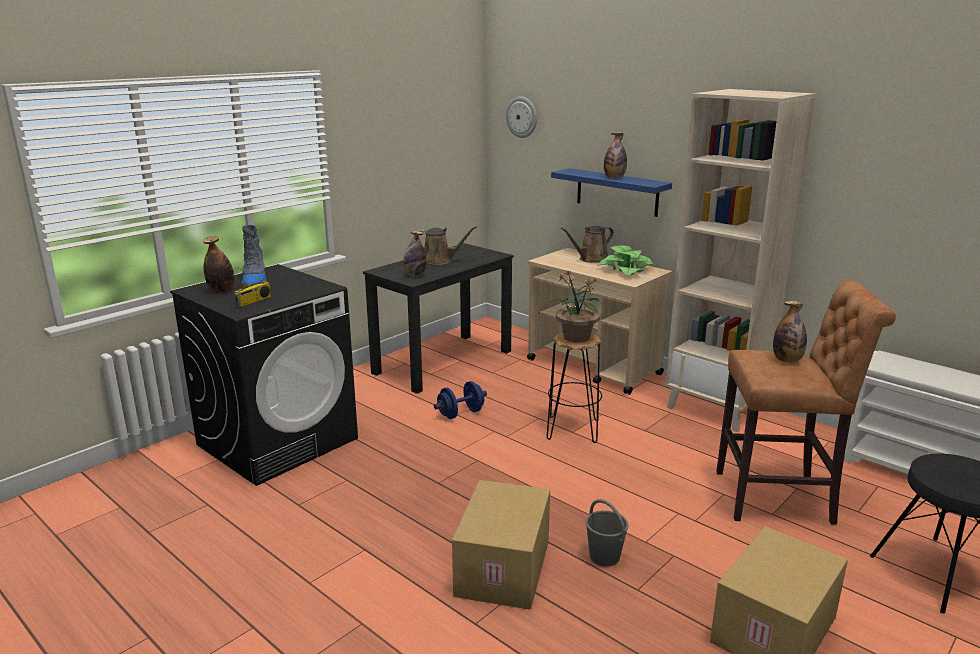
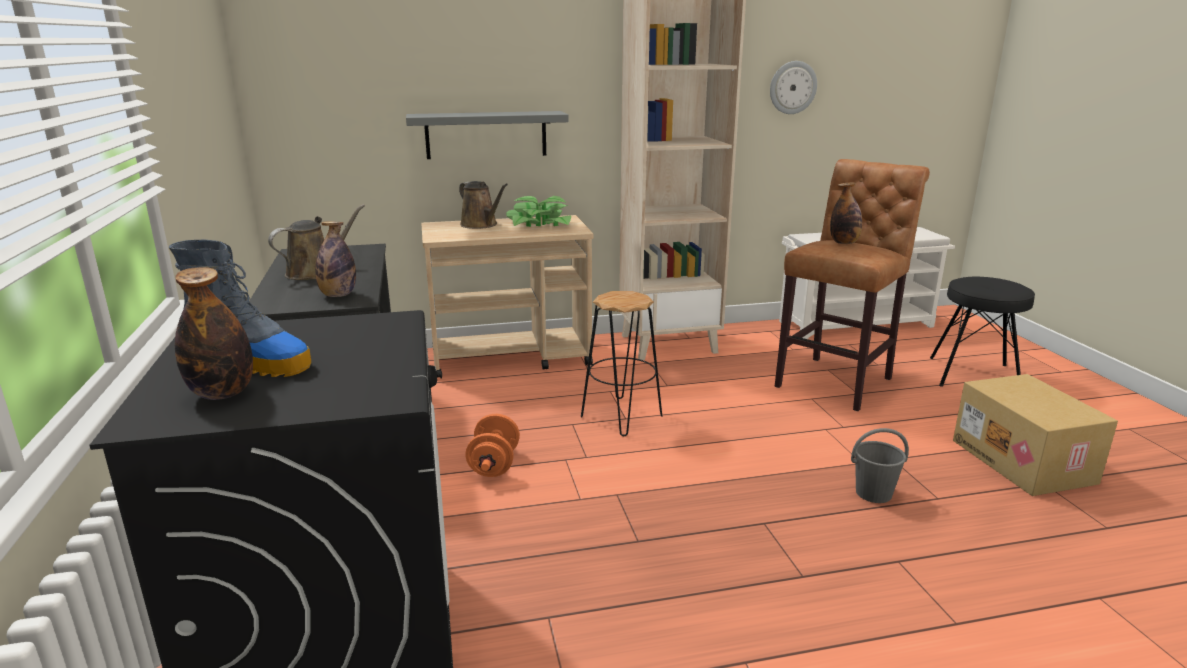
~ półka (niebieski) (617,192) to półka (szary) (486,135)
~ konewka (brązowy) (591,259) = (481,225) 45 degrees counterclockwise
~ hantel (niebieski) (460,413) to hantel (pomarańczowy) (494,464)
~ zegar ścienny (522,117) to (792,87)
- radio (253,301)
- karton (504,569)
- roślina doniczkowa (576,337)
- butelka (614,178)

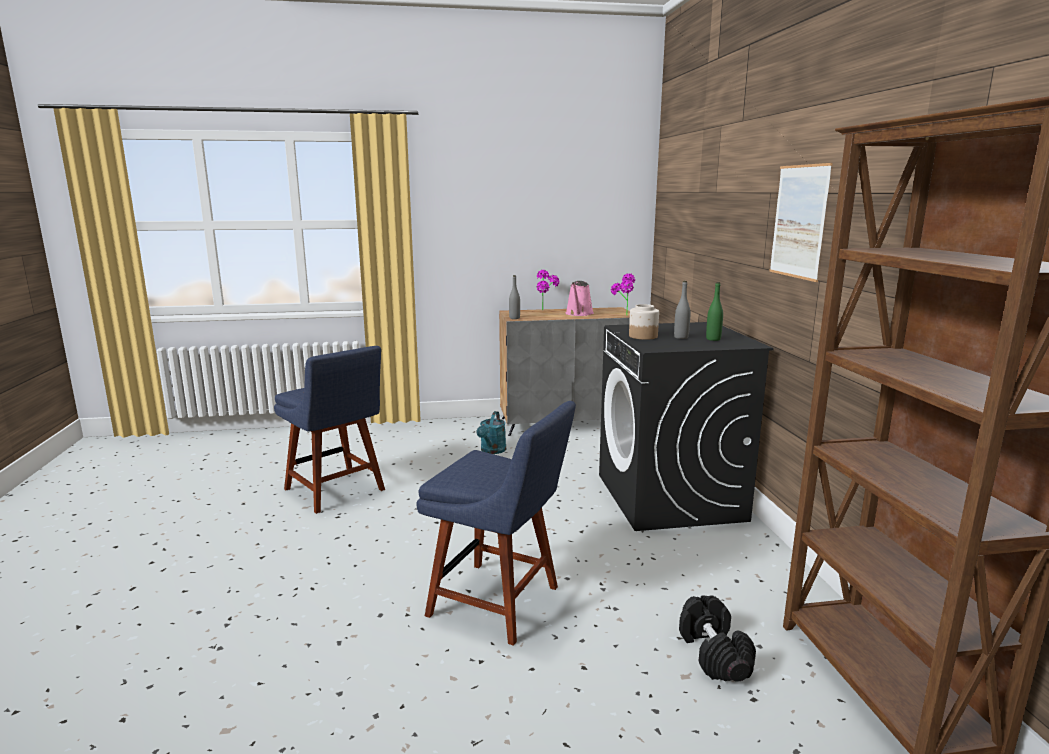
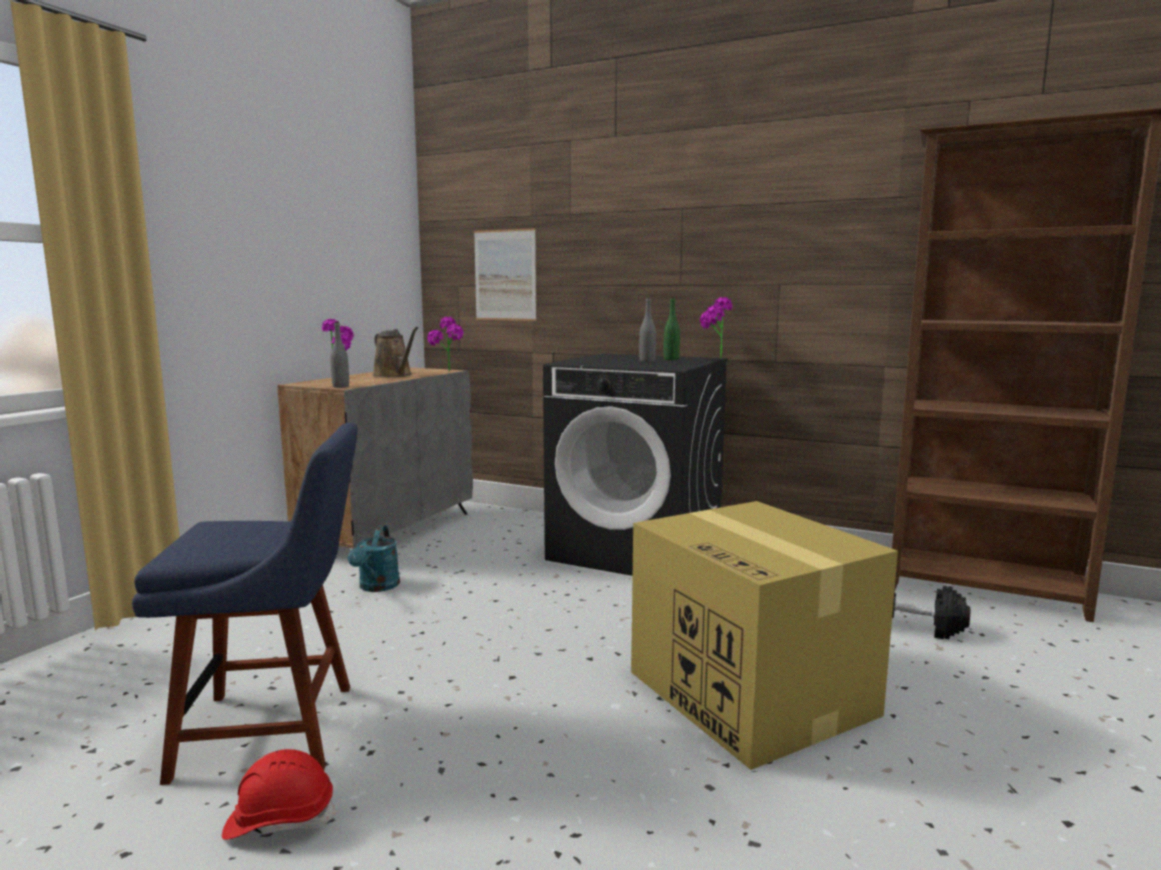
+ kask (czerwony) (280,820)
~ konewka (turkusowy) (492,451) = (377,587) 45 degrees clockwise
~ konewka (różowy) (579,314) to konewka (brązowy) (394,375)
~ obraz (799,221) to (505,275)
~ krzesło (niebieski) (500,603) to karton (753,694)
+ roślina doniczkowa (713,358)
- słoik (642,336)

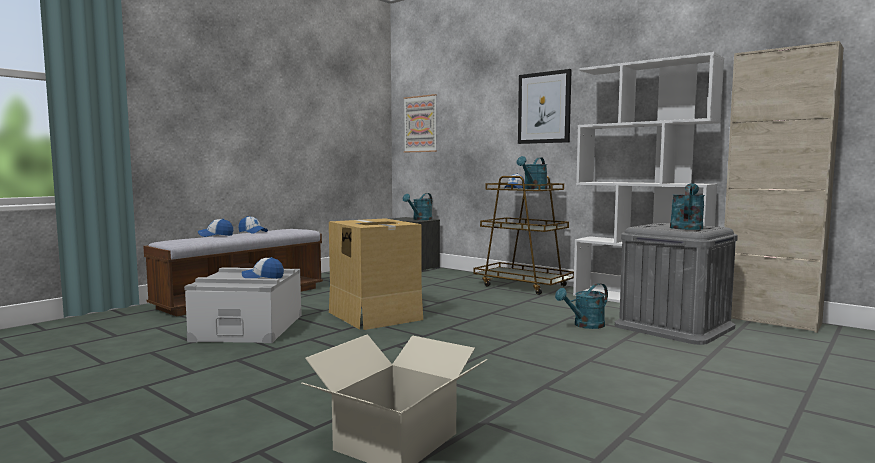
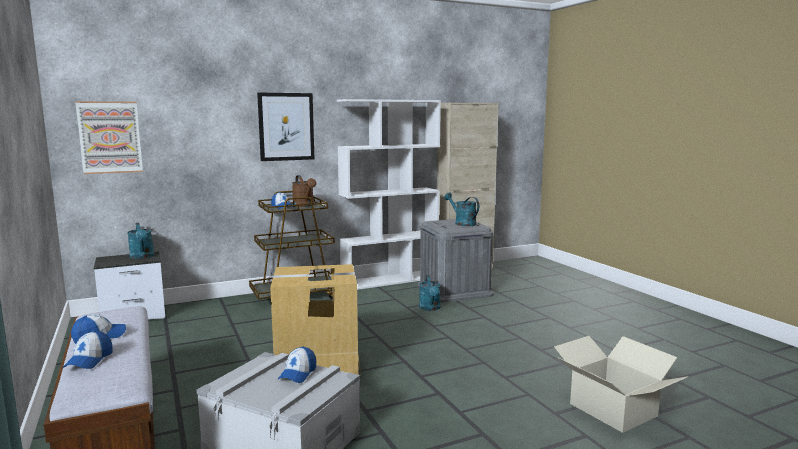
~ konewka (turkusowy) (533,189) to konewka (brązowy) (305,205)

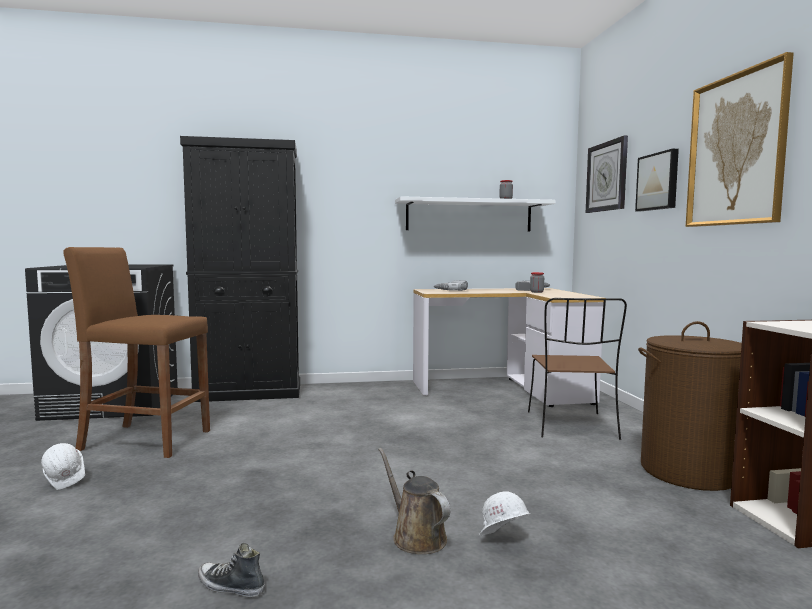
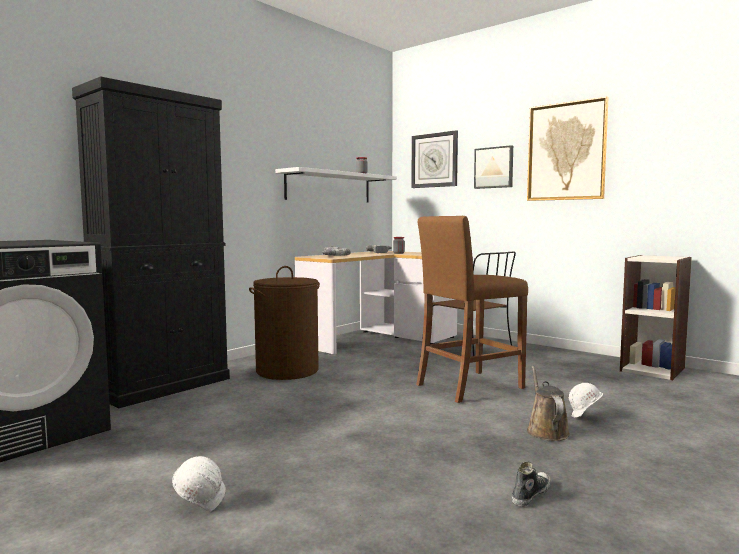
~ kosz na pranie (brązowy) (688,471) to (287,371)
~ stołek (brązowy) (145,440) to (469,386)
~ but (230,586) = (530,494) 150 degrees clockwise
~ konewka (brązowy) (416,536) = (546,431) 75 degrees clockwise

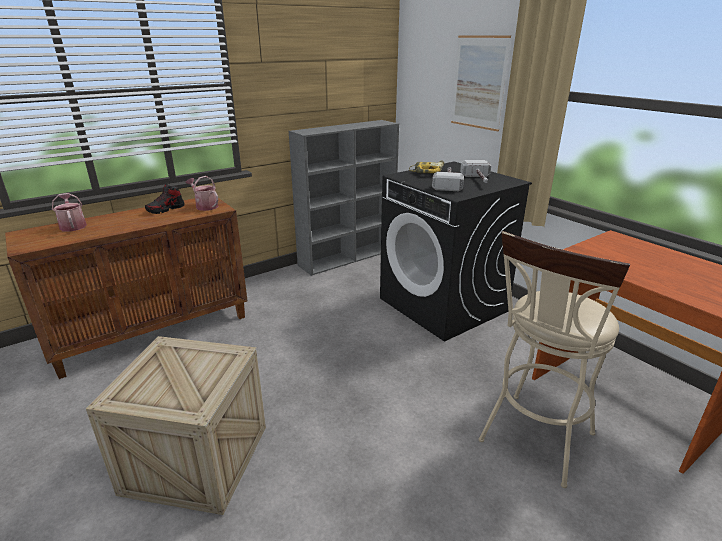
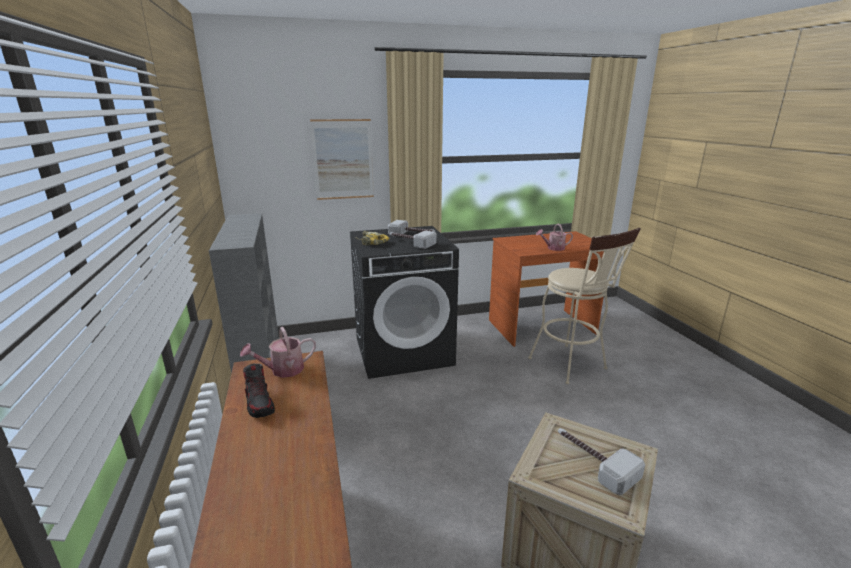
~ konewka (73,225) to (553,248)
+ młotek (592,461)

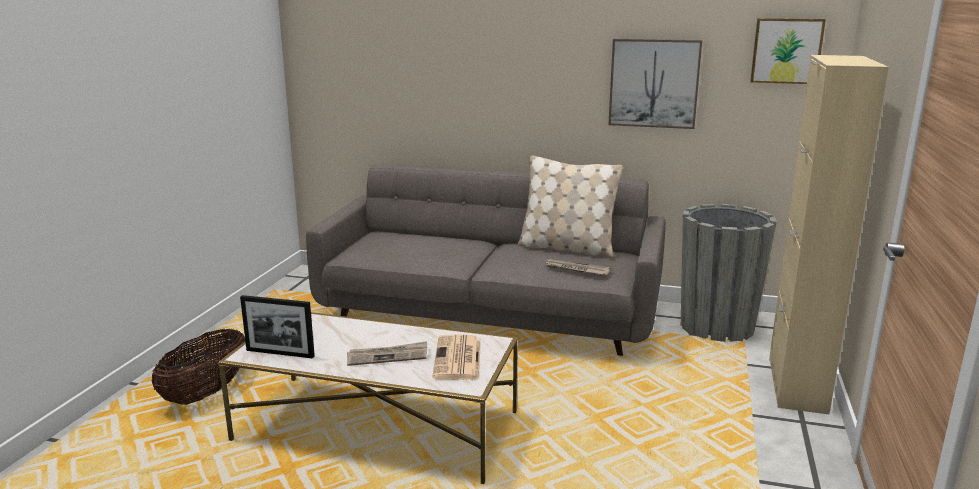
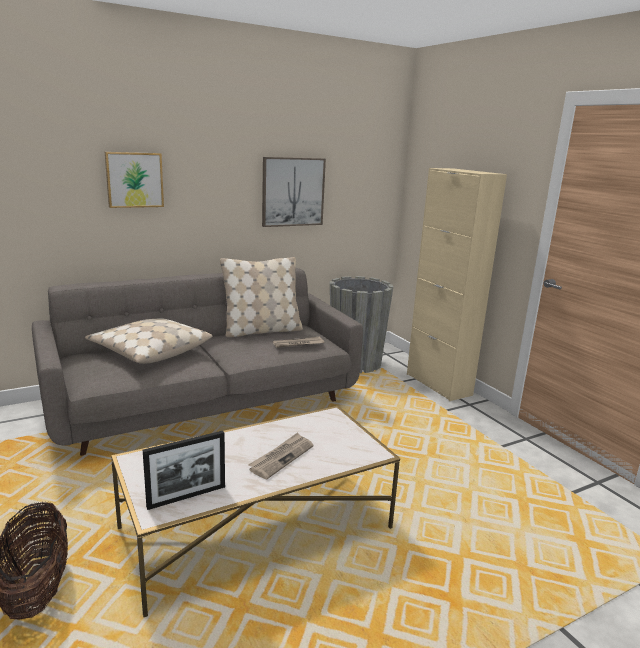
+ poduszka (beżowy) (149,350)
~ obraz (786,50) to (134,179)
- gazeta (458,359)

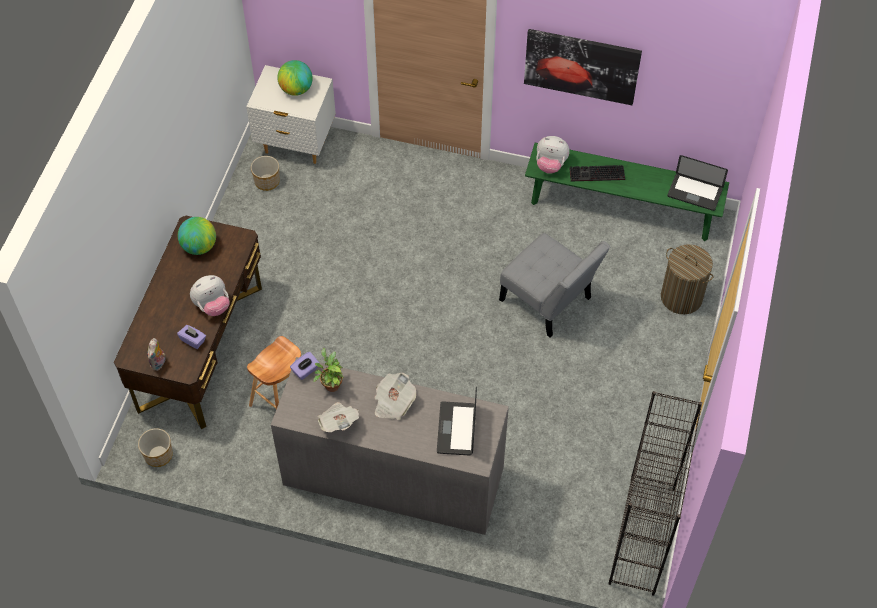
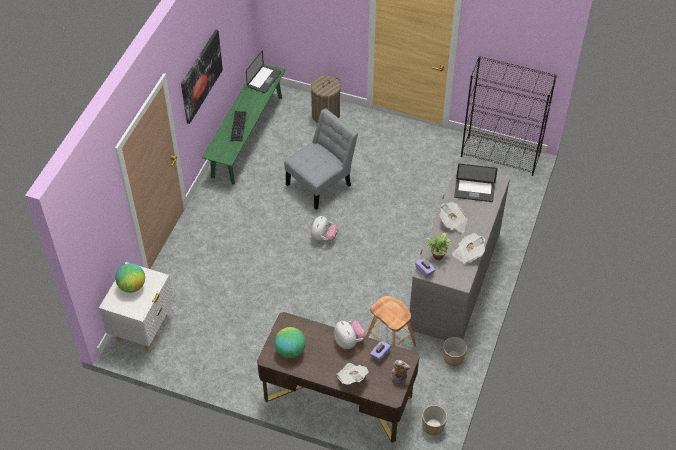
~ pluszak (550,165) to (323,237)
+ gazeta (352,377)
~ donica (267,181) to (453,357)

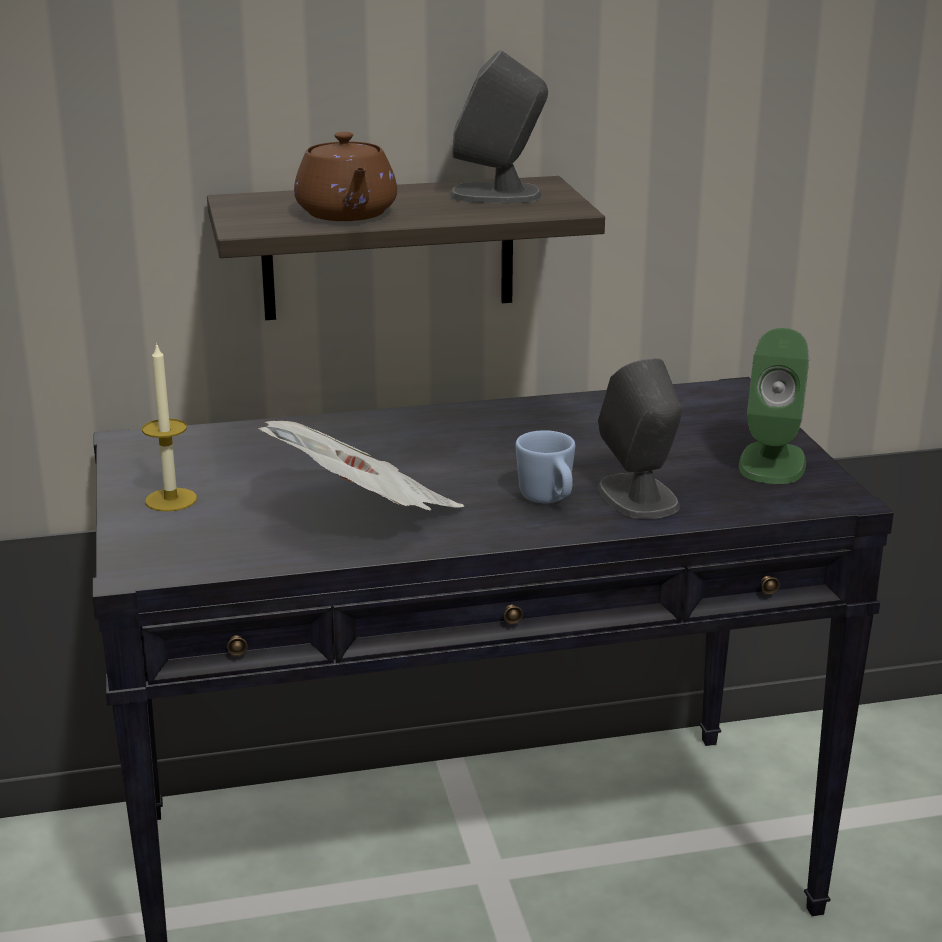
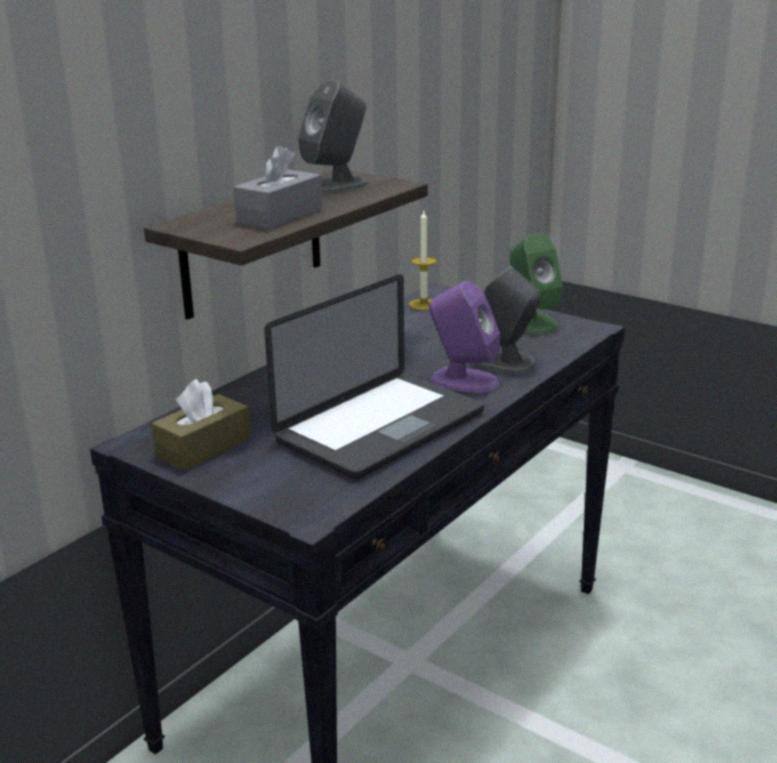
+ pudełko chusteczek (brązowy) (203,448)
~ imbryk (brązowy) (347,214) to pudełko chusteczek (szary) (279,216)
~ gazeta (365,514) to laptop (381,427)
~ świeca (171,500) to (423,304)
~ kubek (niebieski) (549,500) to głośnik (fioletowy) (463,380)

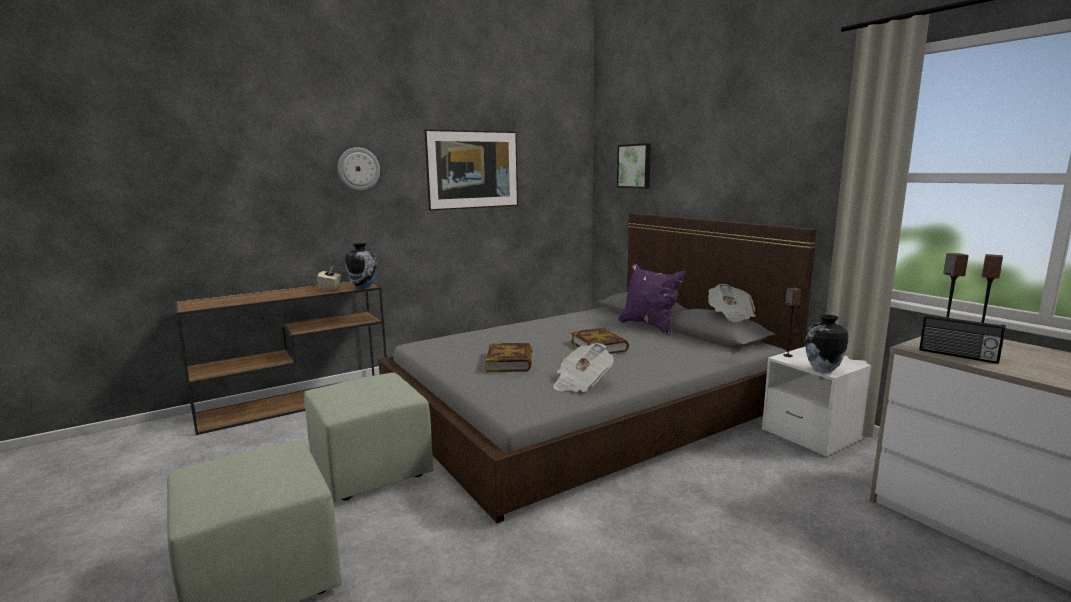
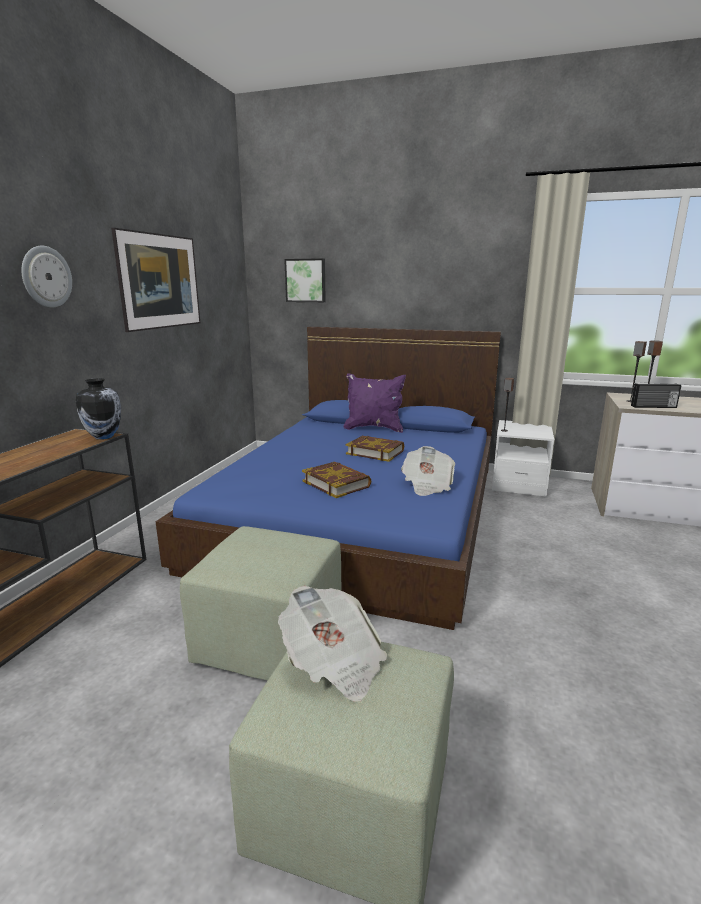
~ łóżko (szary) (587,407) to łóżko (niebieski) (361,512)
~ gazeta (730,315) to (334,663)
- pudełko chusteczek (beżowy) (330,288)
- wazon (822,370)

